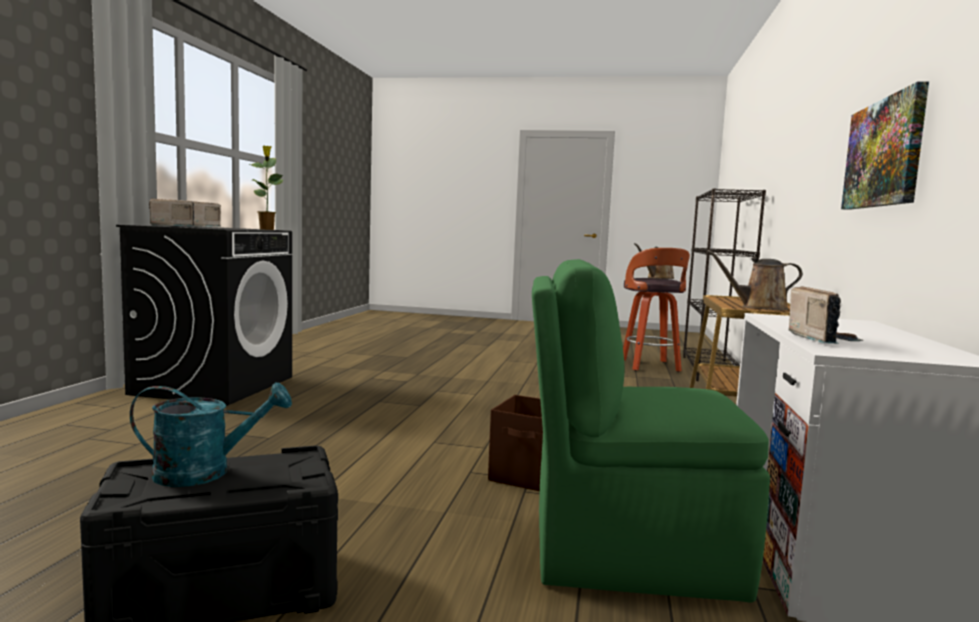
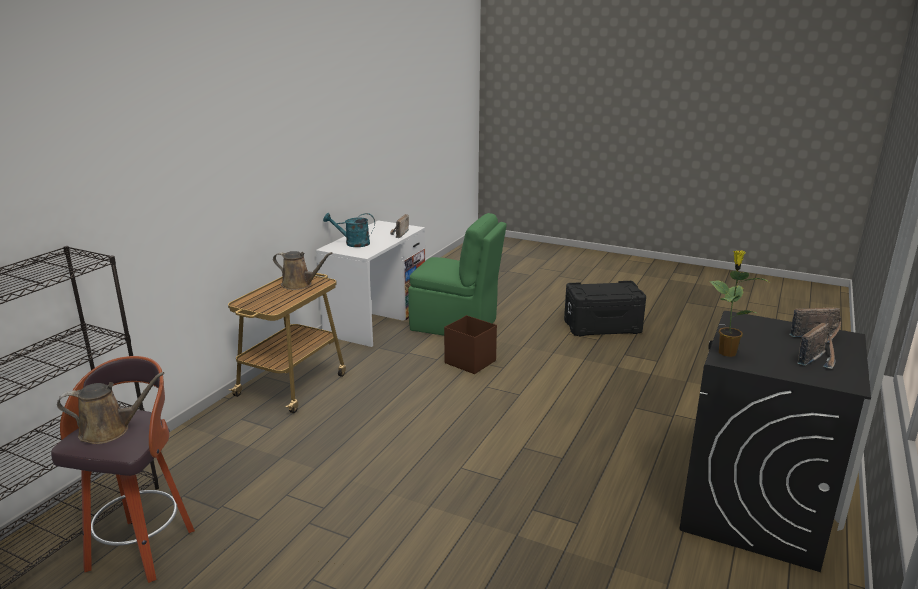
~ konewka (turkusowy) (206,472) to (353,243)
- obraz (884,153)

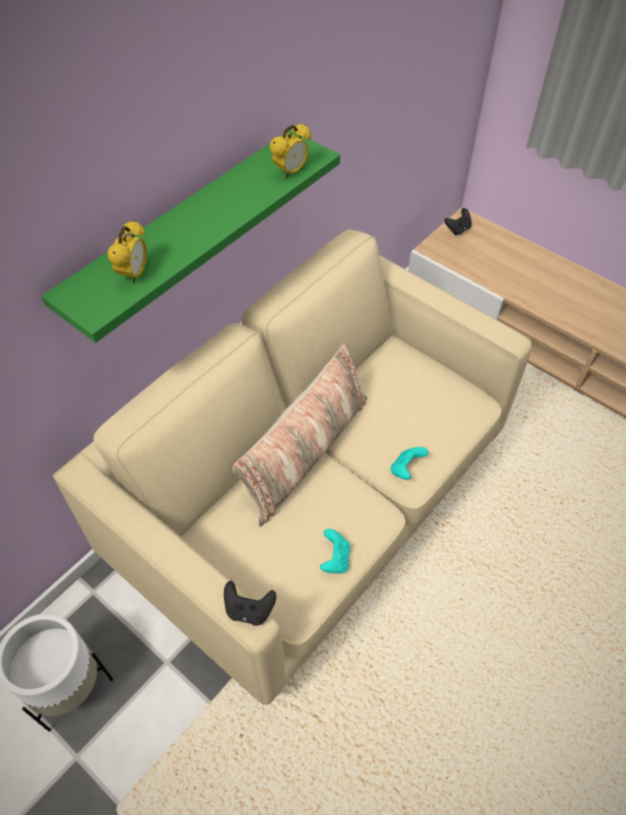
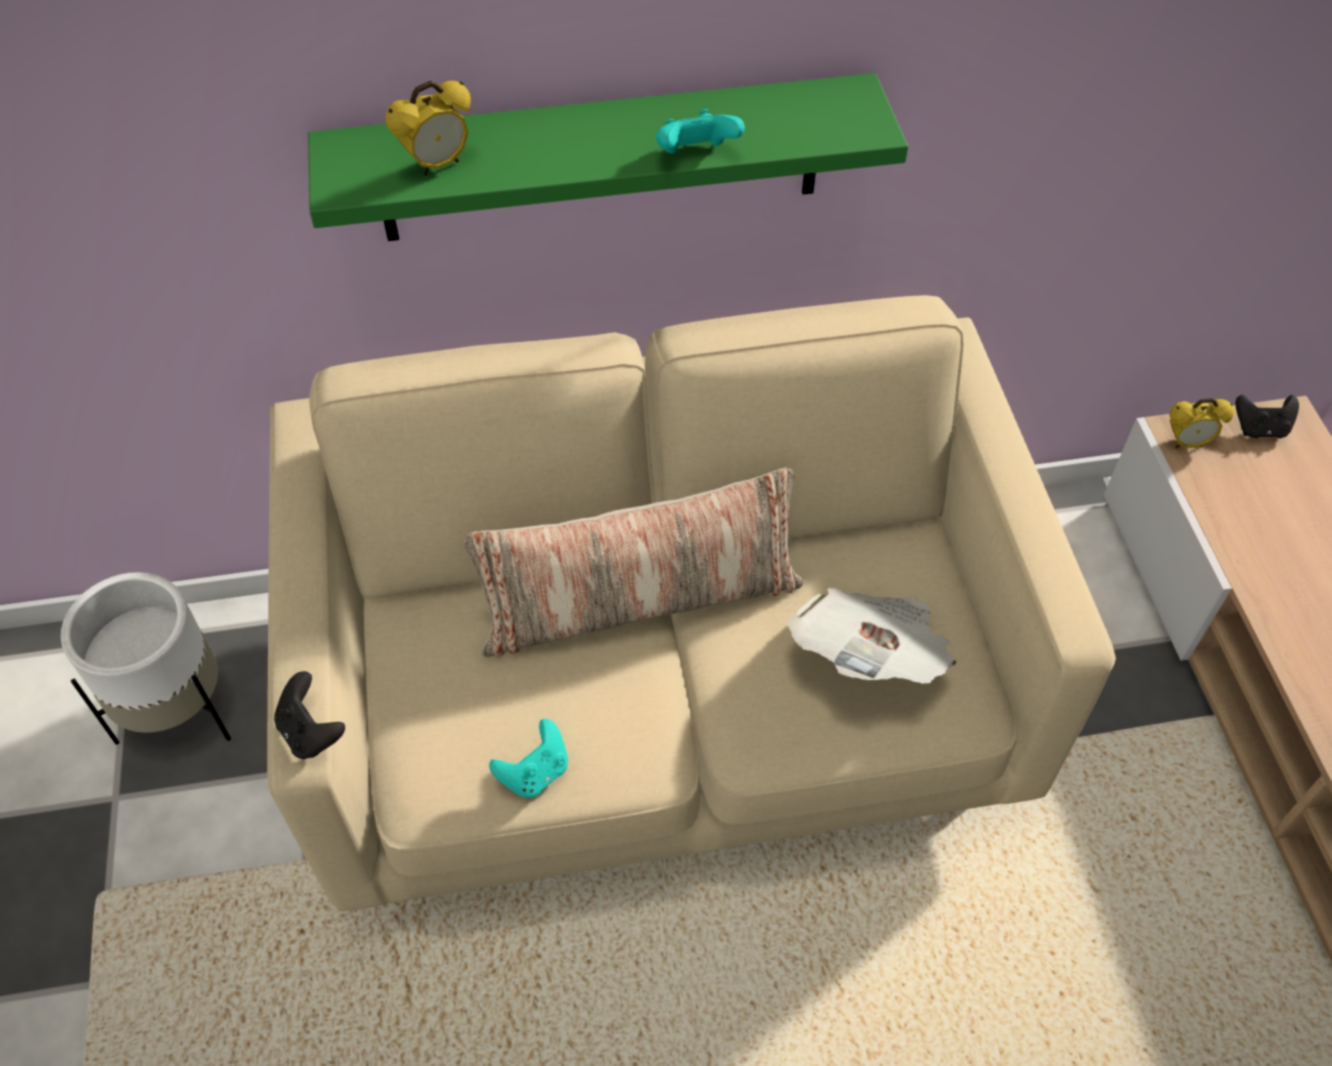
~ pad do gier (turkusowy) (406,469) to (696,156)
+ gazeta (871,656)
~ budzik (291,172) to (1186,443)

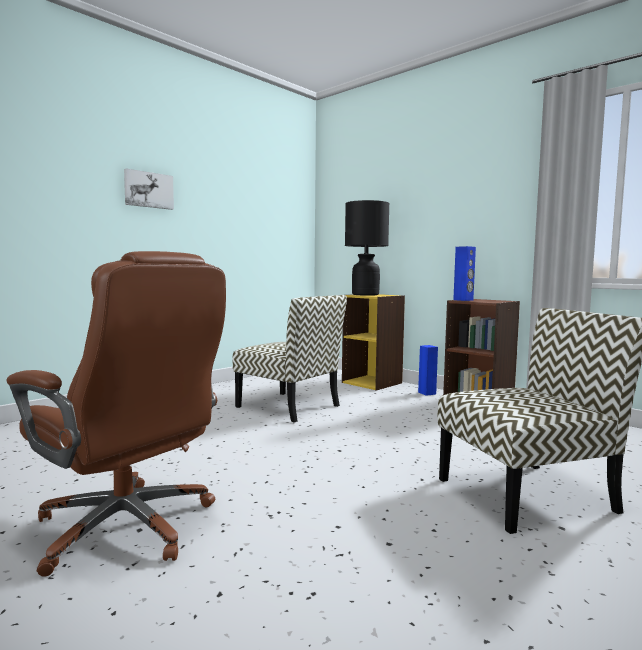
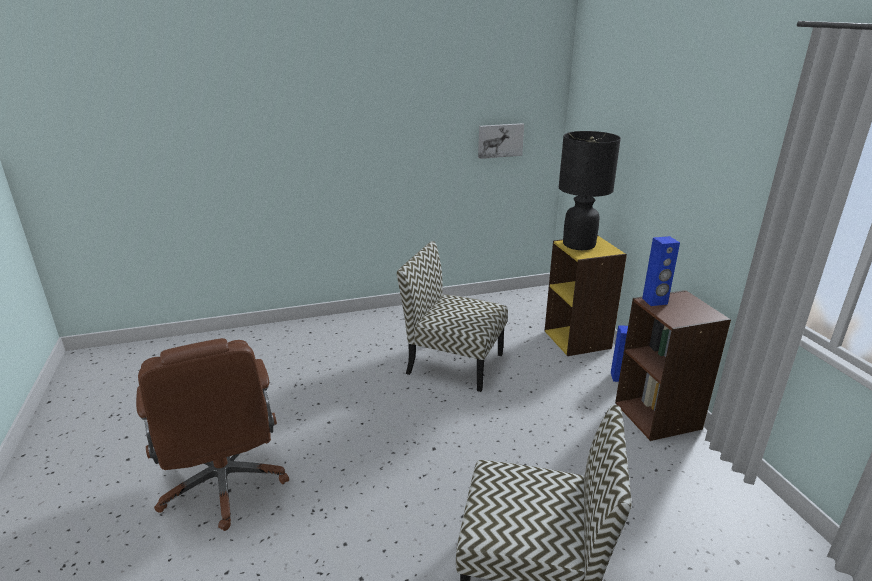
~ krzesło (289,406) = (453,363) 135 degrees clockwise
~ obraz (148,190) to (500,140)

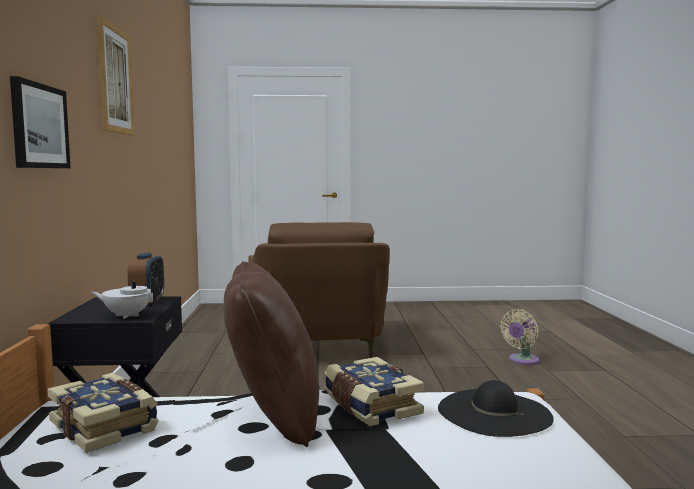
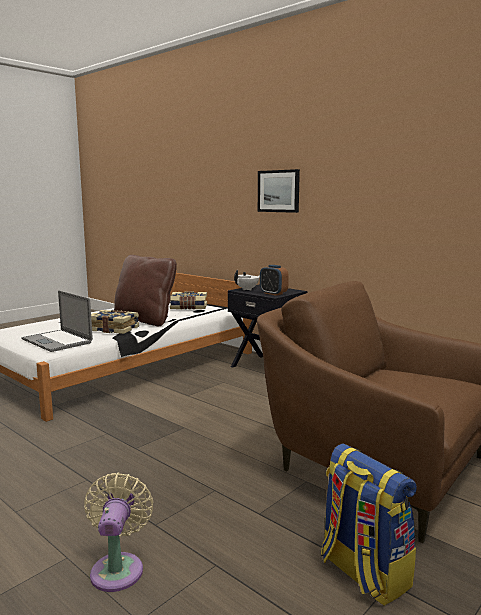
~ kapelusz (czarny) (494,412) to laptop (57,341)
+ plecak (362,573)
- obraz (115,80)

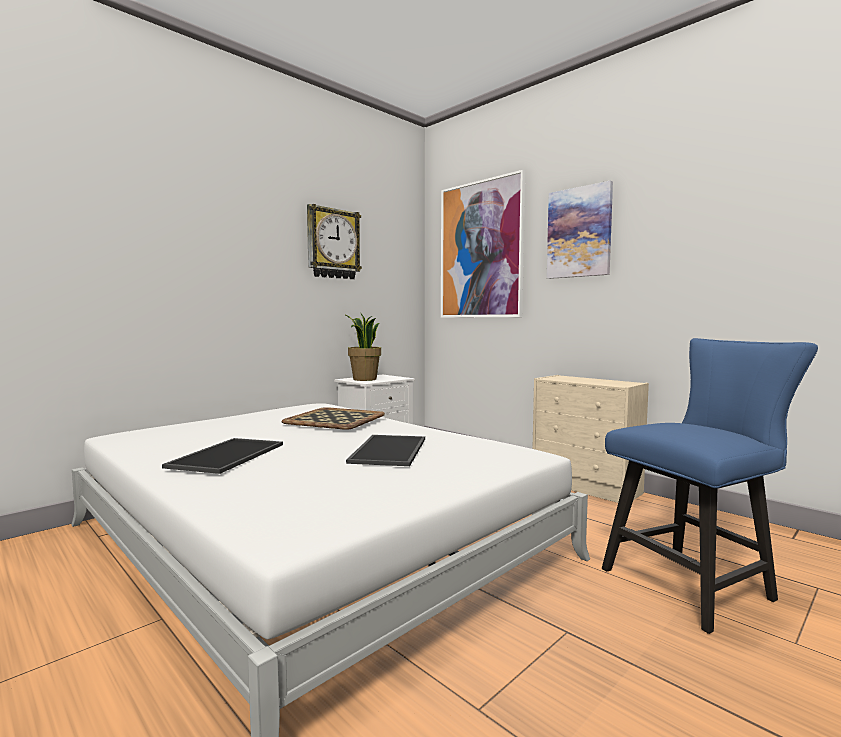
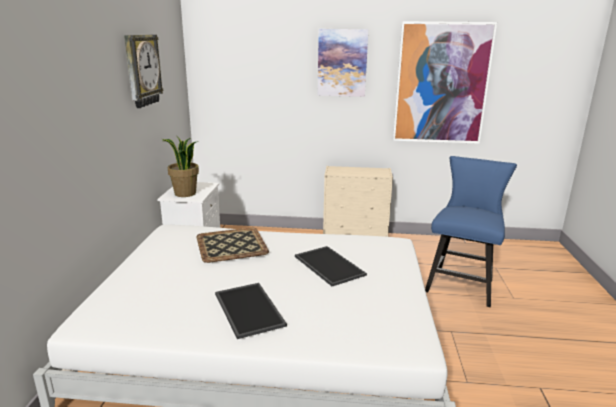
~ obraz (481,250) to (441,84)

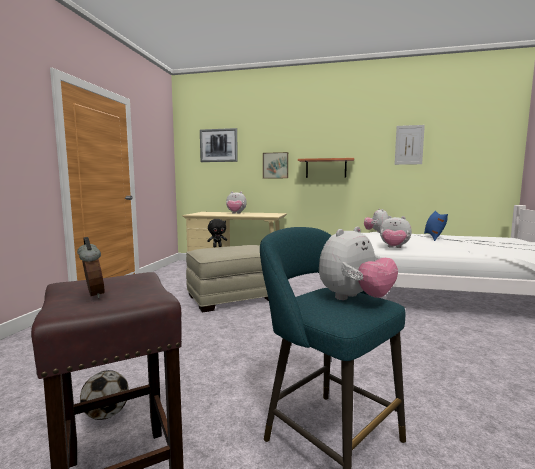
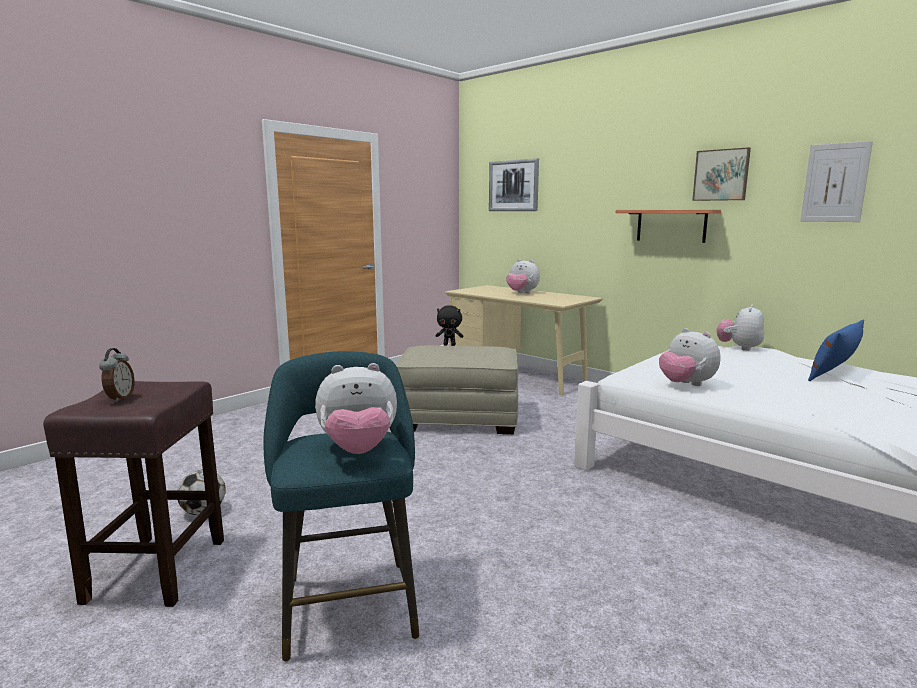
~ obraz (275,165) to (721,175)

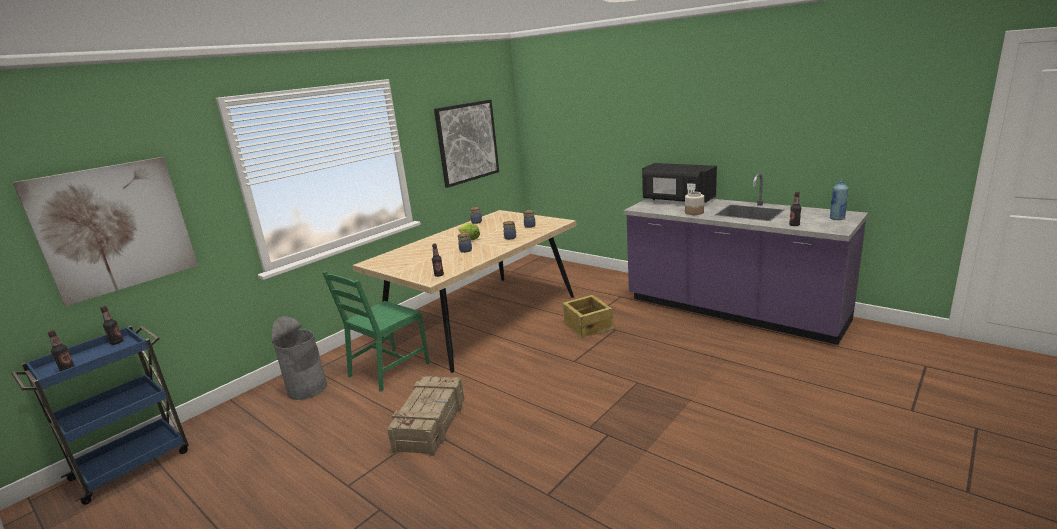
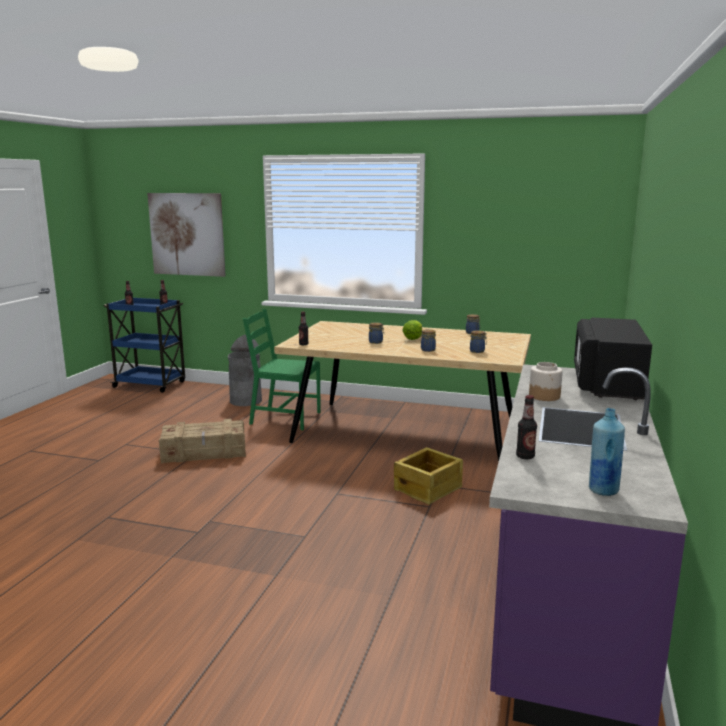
- obraz (467,142)

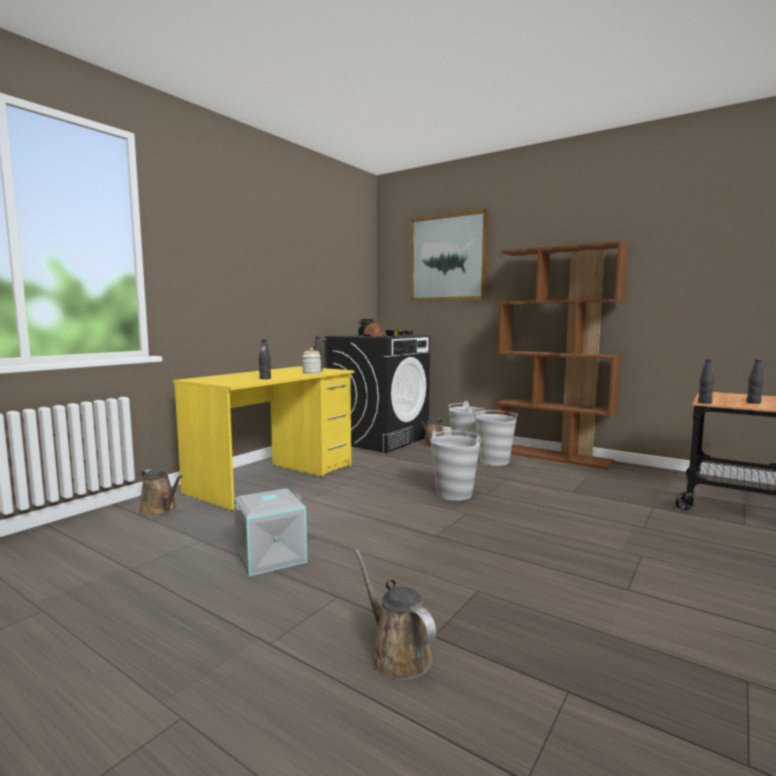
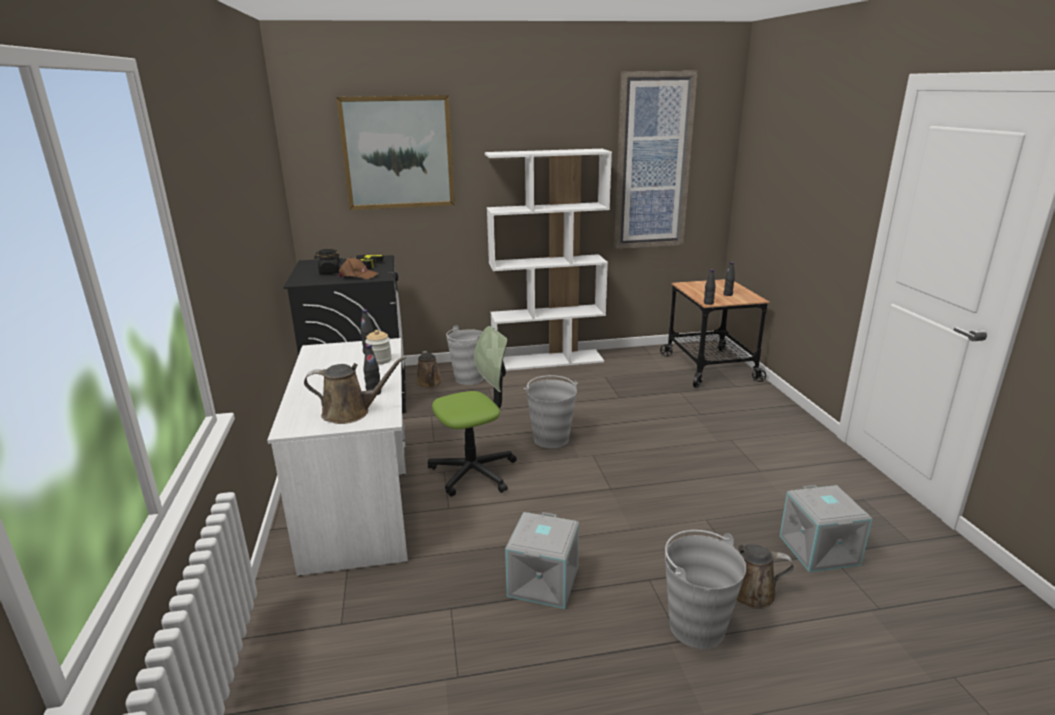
~ biurko (żółty) (273,479) to biurko (biały) (359,501)
~ konewka (brązowy) (160,510) to (351,413)
+ krzesło biurowe (473,472)
~ regał (brązowy) (553,456) to regał (biały) (548,360)
+ obraz (652,163)
~ wiadro (szary) (494,461) to (696,626)
+ pojemnik do przechowywania (szary) (820,550)

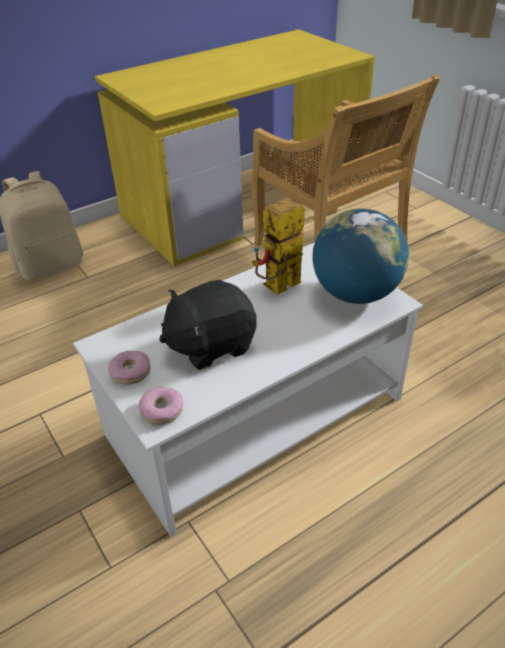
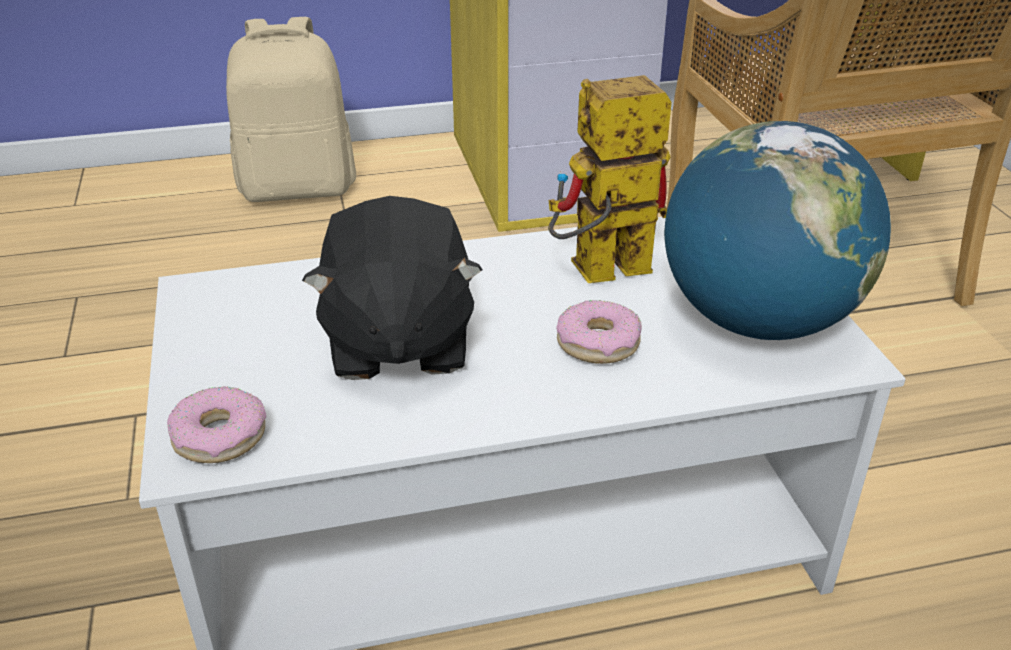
~ pluszak (czarny) (210,345) = (397,342) 90 degrees counterclockwise
~ donut (130,372) to (598,343)

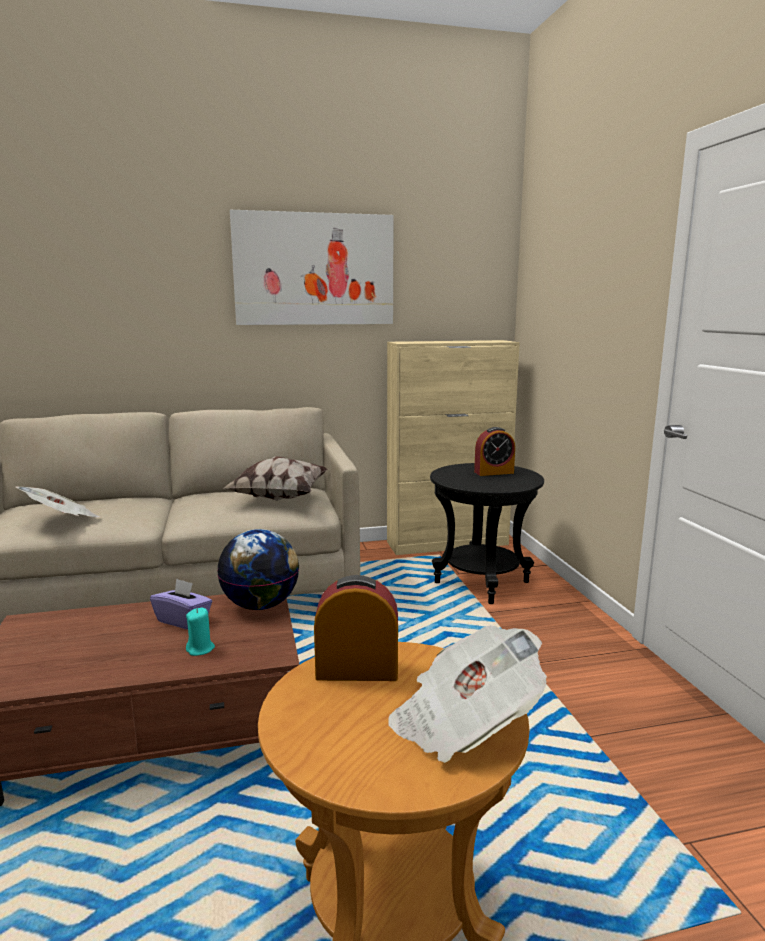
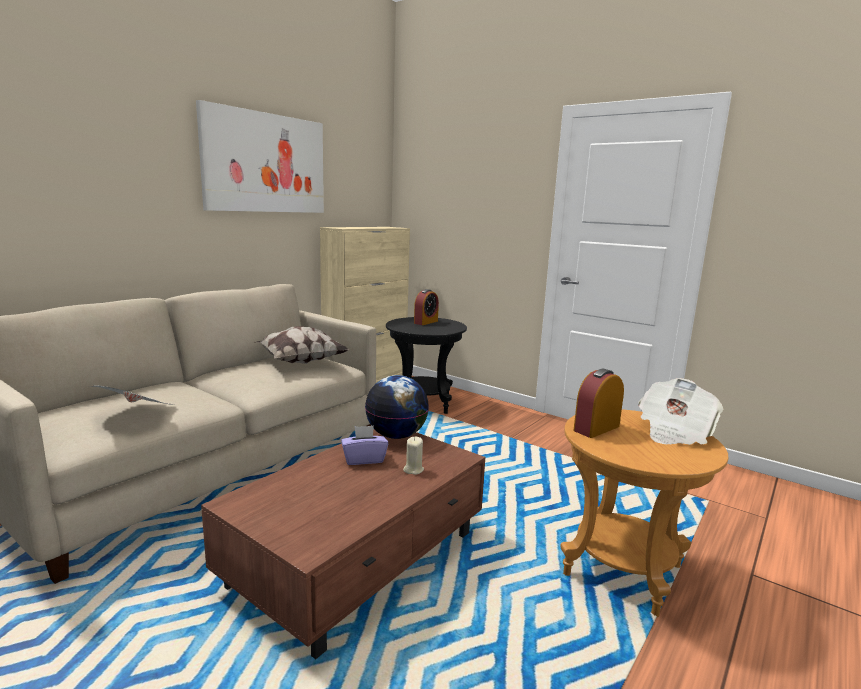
~ świeca (turkusowy) (200,649) to świeca (beżowy) (413,469)

